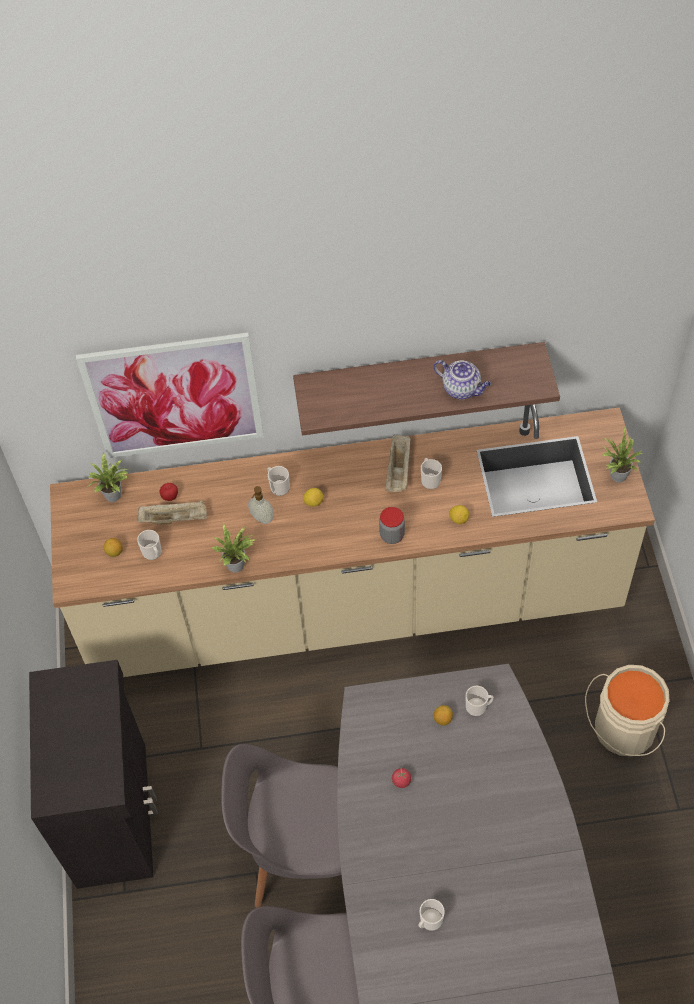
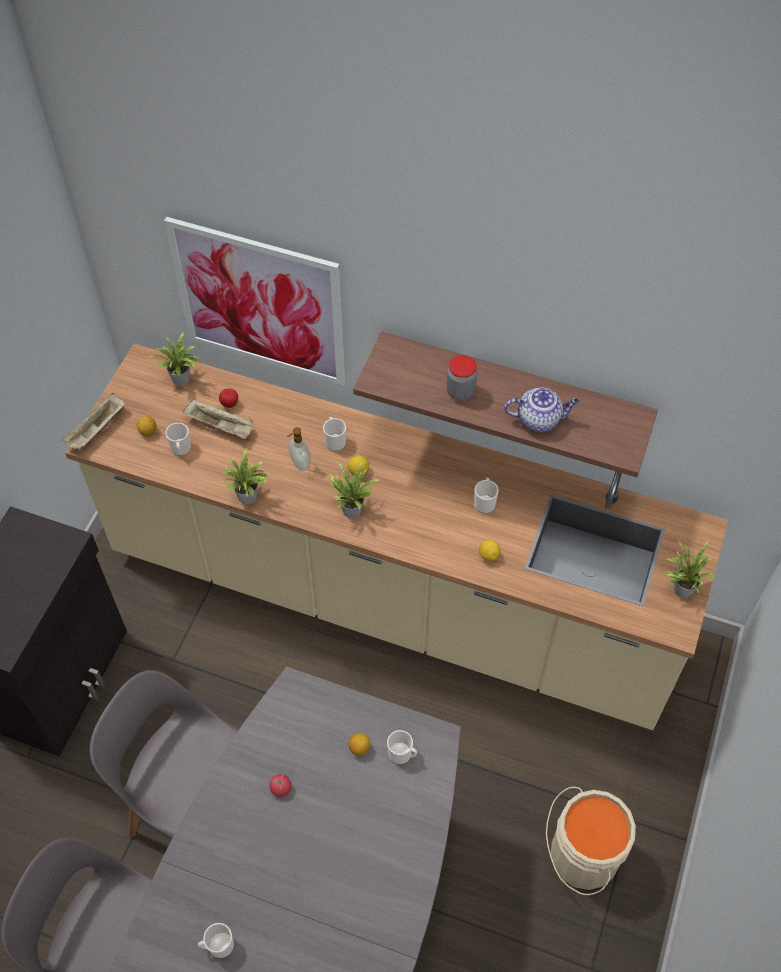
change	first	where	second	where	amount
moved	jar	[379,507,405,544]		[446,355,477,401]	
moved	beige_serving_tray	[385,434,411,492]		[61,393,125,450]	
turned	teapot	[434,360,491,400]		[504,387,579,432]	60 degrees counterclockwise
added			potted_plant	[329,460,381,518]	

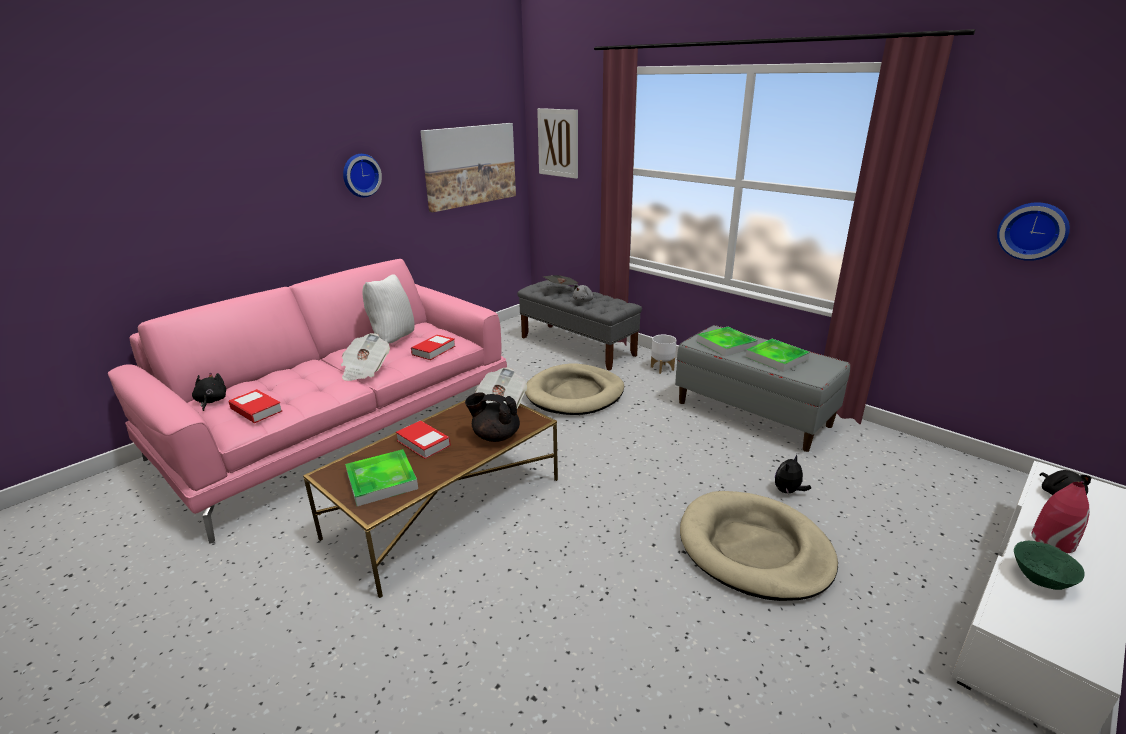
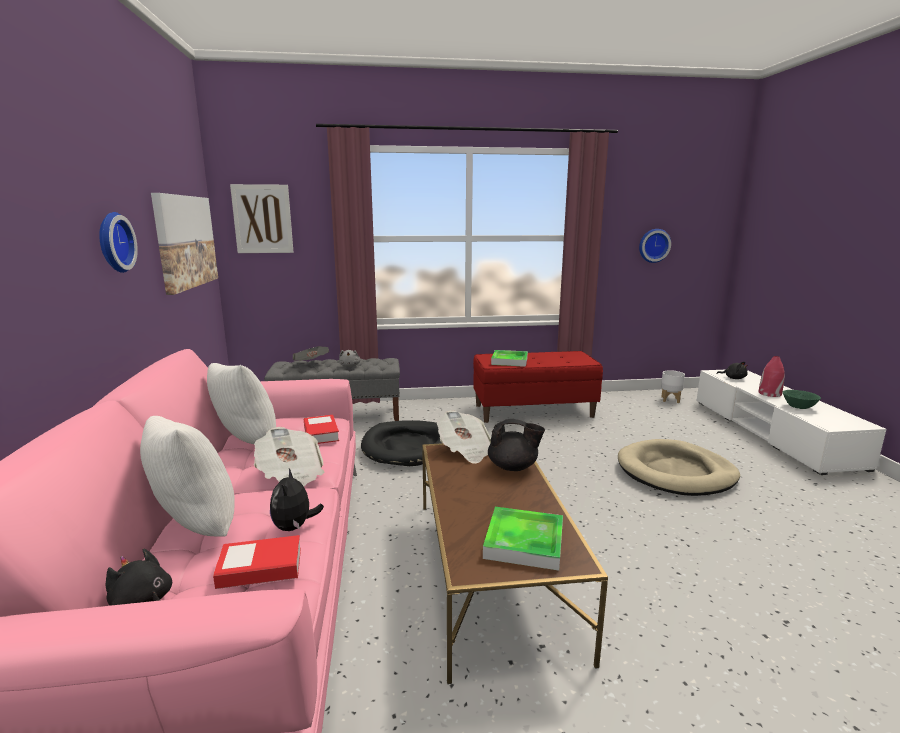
change	first	where	second	where	amount
removed	bound_book	[396,420,451,459]			
turned	black_teapot	[465,392,520,442]		[488,419,545,471]	135 degrees counterclockwise
recoloured	beige_dog_cushion	[525,363,624,415]	black_dog_cushion	[361,420,442,466]	
moved	whitish_plant_pot	[651,335,676,374]		[661,370,685,403]	
recoloured	grey_indoor_bench	[675,325,850,452]	red_indoor_bench	[473,351,603,423]	
removed	serving_tray	[746,339,810,372]			
moved	cuddly_toy	[775,454,811,495]		[270,469,324,531]	
added			whitish_pillow	[140,416,235,537]	

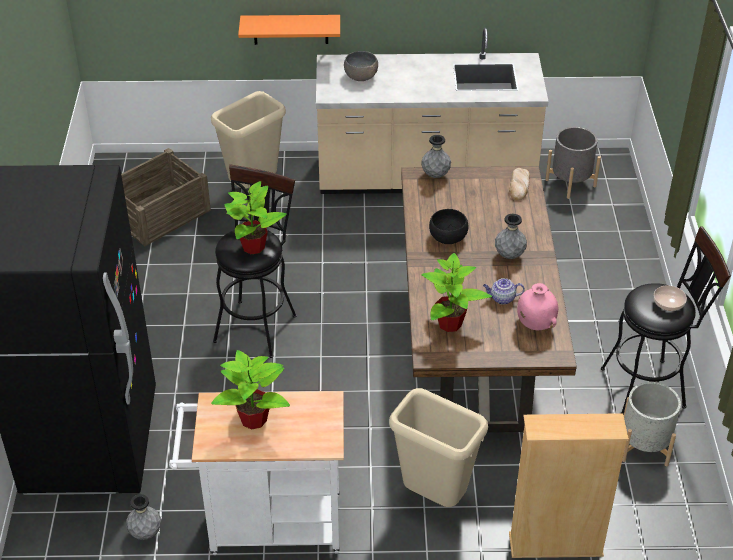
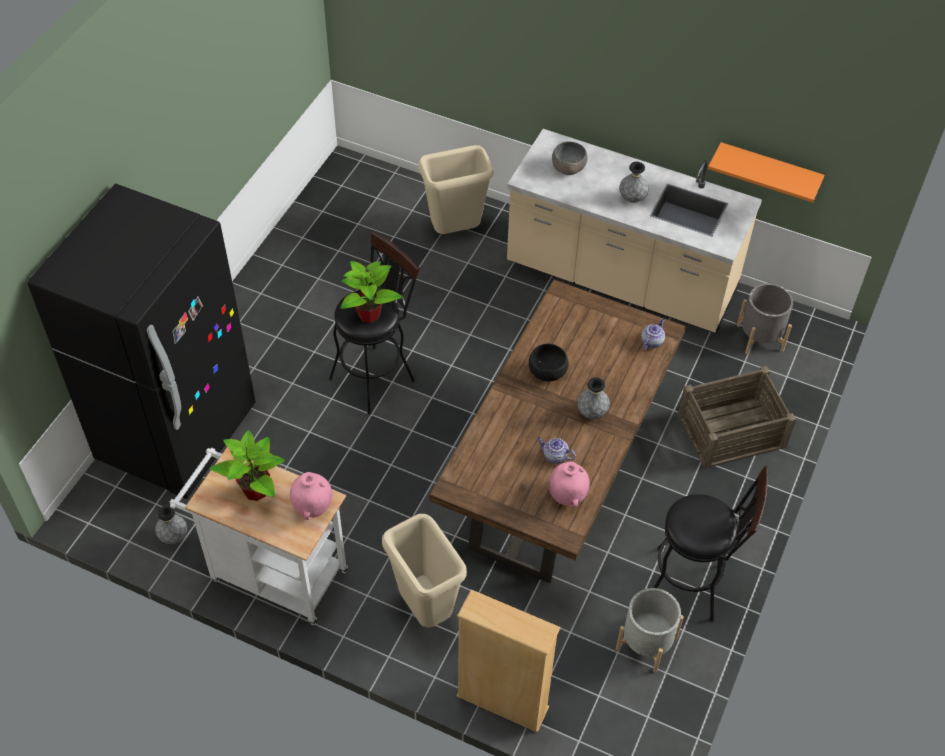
change	first	where	second	where	amount
moved	packing_crate	[121,148,211,246]		[678,366,796,469]	
moved	orange-coloured_wall_shelf	[238,15,340,45]		[708,142,824,203]	
moved	grey_flower_vase	[421,135,451,178]		[619,162,649,203]	
removed	potted_plant	[421,253,492,332]			
replaced	bread	[509,168,530,201]	teapot	[641,318,665,350]	
removed	deep_dish	[654,285,687,311]			
added			pink_flower_vase	[290,472,332,520]	

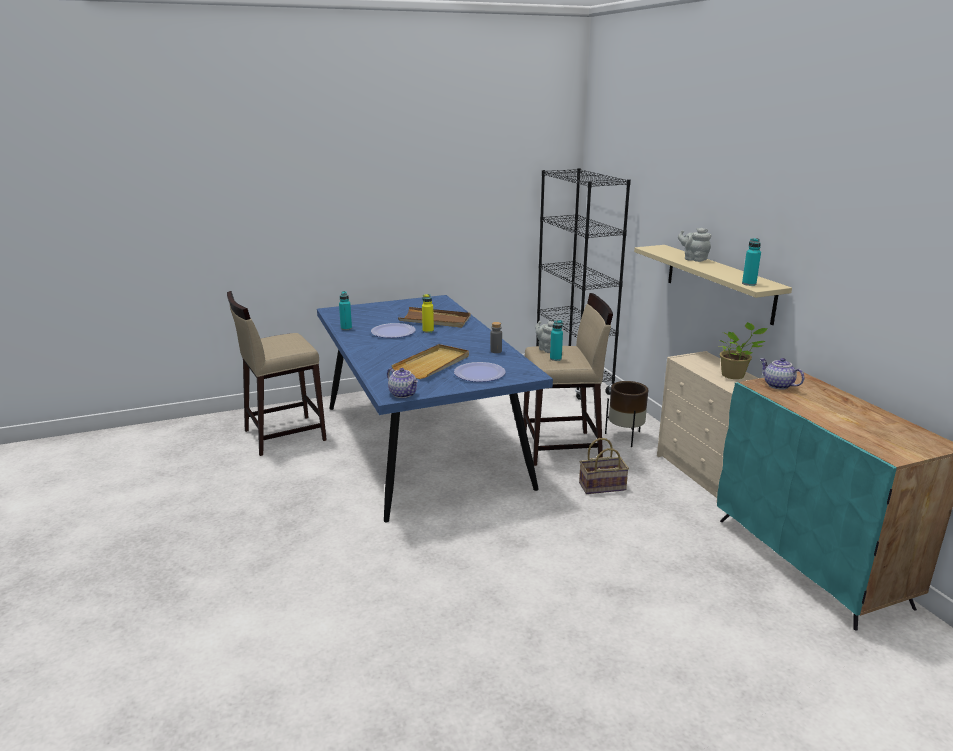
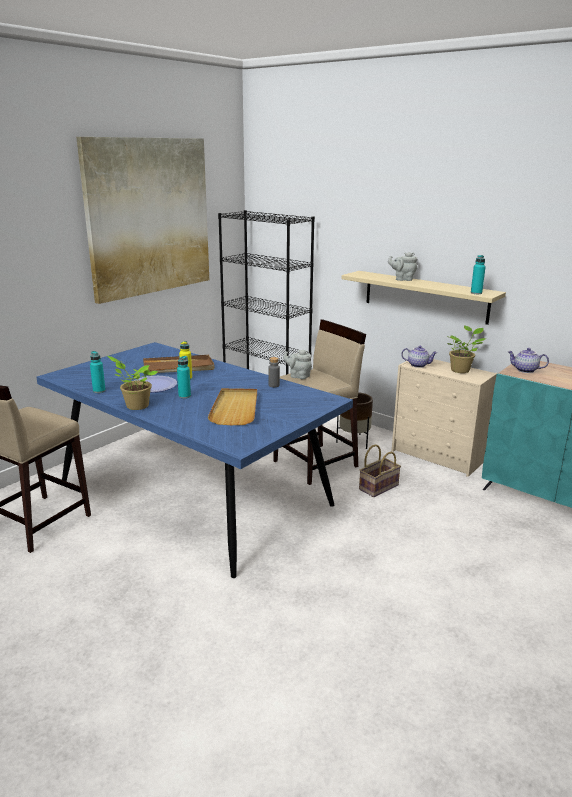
change	first	where	second	where	amount
moved	teapot	[387,368,418,398]		[401,346,437,368]	
removed	plate	[454,362,506,382]			
moved	turquoise-coloured_drink_bottle	[550,320,563,361]		[177,356,191,399]	
added			picture	[76,137,209,304]	
added			potted_plant	[107,356,158,410]	

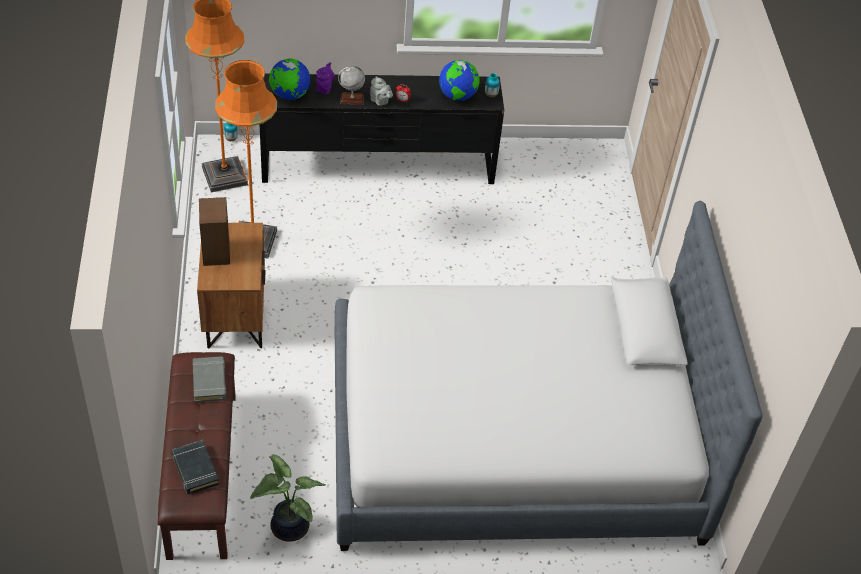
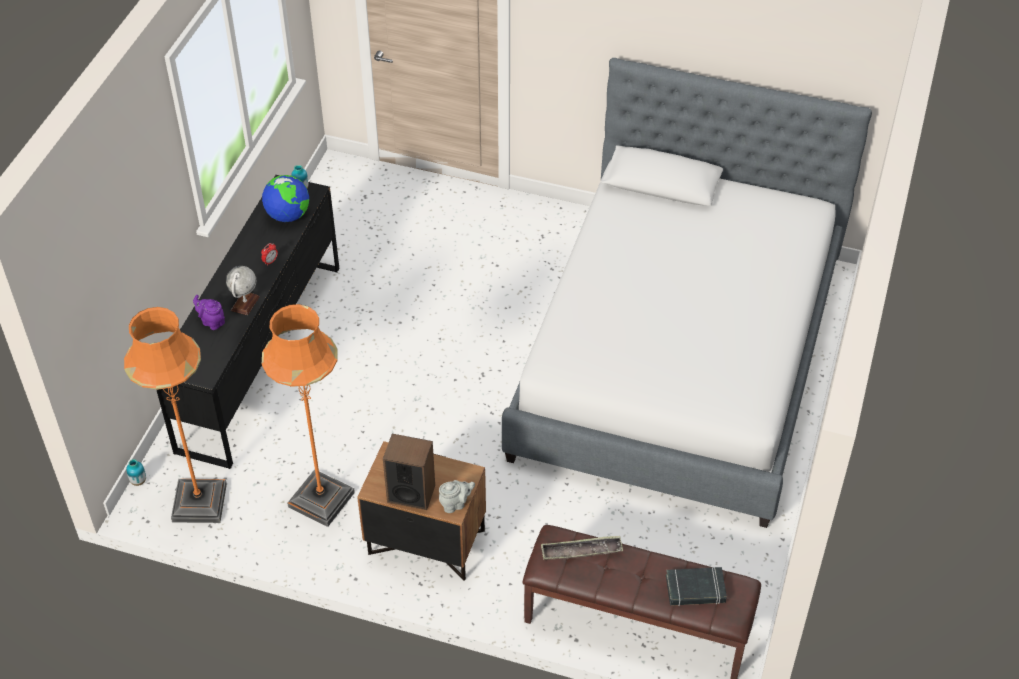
change	first	where	second	where	amount
replaced	grey_bound_book	[193,356,226,402]	serving_tray	[541,536,623,560]	
removed	potted_plant	[250,454,326,542]			
removed	globe	[269,58,310,100]			
moved	grey_teapot	[370,76,393,106]		[439,480,475,513]	

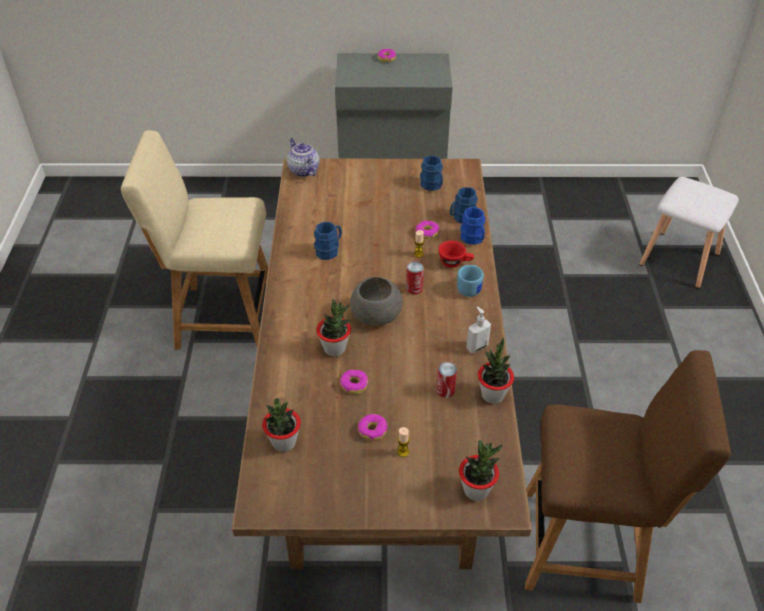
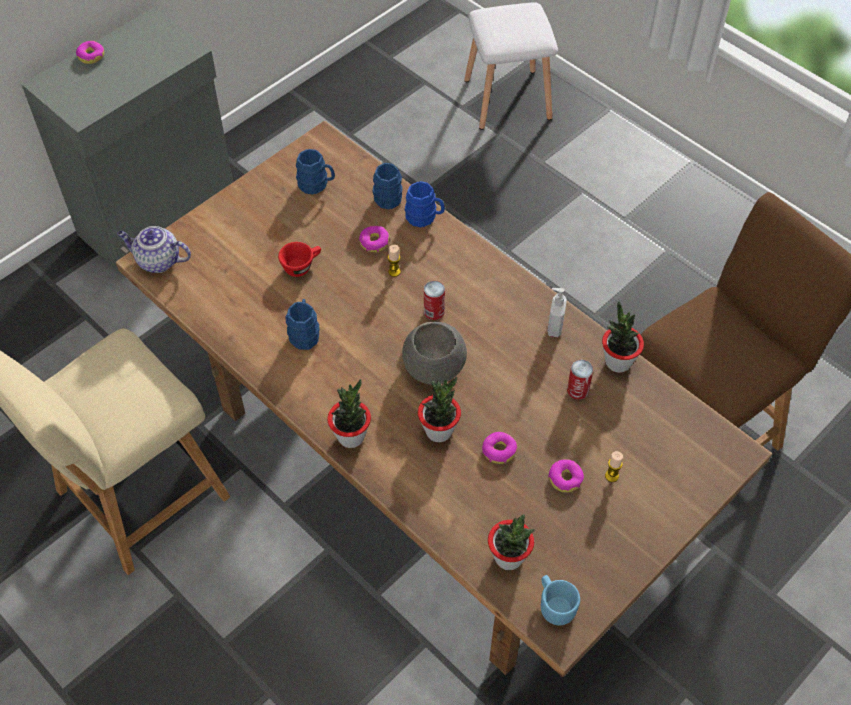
change	first	where	second	where	amount
moved	red_drinking_cup	[438,241,474,268]		[278,242,321,277]	
moved	bluish_coffee_mug	[457,265,484,297]		[541,575,580,625]	
moved	potted_plant	[459,440,503,501]		[328,379,371,448]	

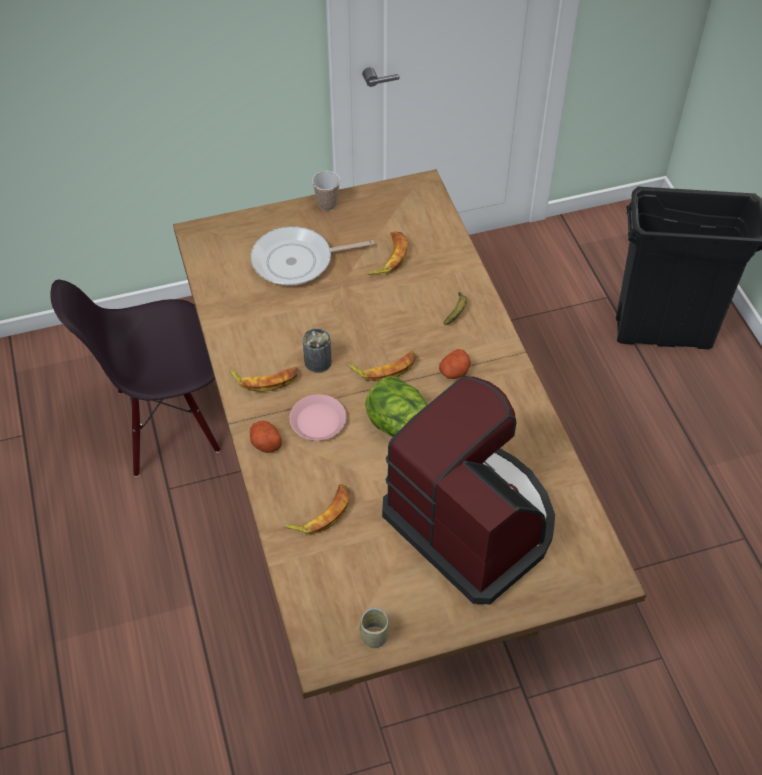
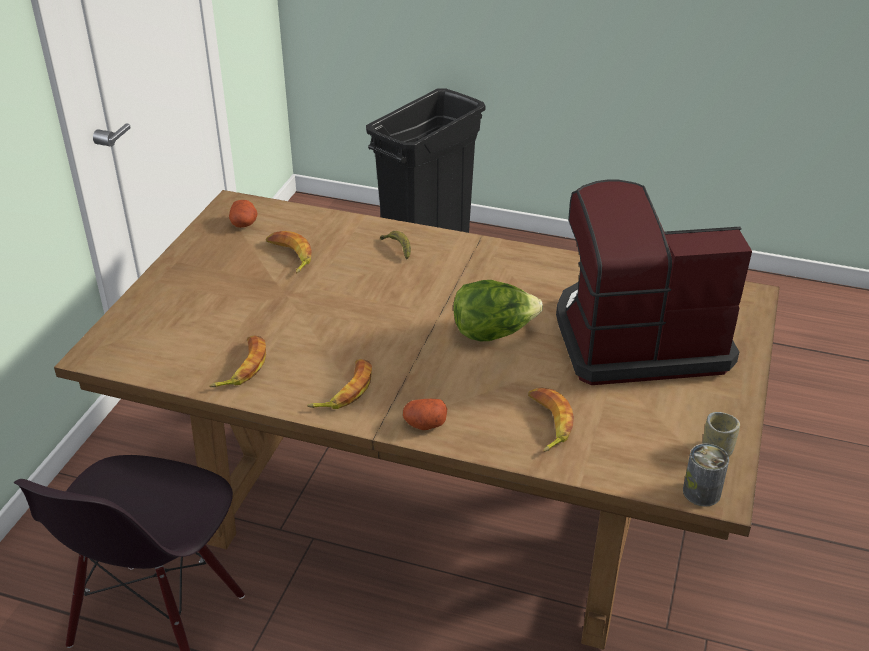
change	first	where	second	where	amount
removed	skillet	[250,226,374,286]			
removed	pink_plate	[290,394,346,441]			
moved	metal_can	[303,328,332,373]		[683,443,729,507]	
removed	drinking_cup	[312,171,340,211]			
moved	whole_banana	[347,351,417,381]		[210,336,266,387]	
moved	whole_potato	[439,349,471,379]		[229,200,257,228]	

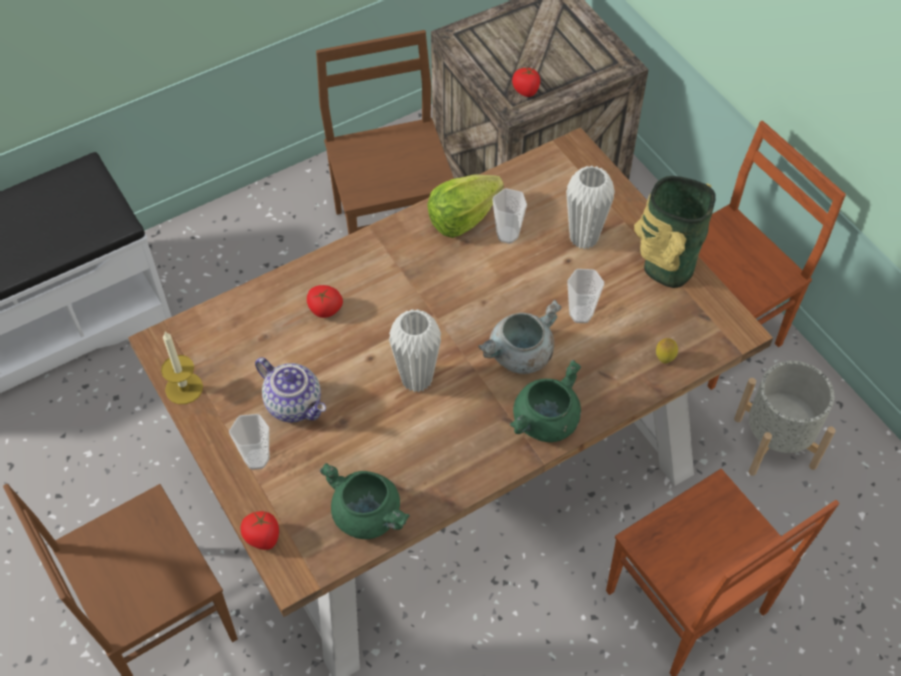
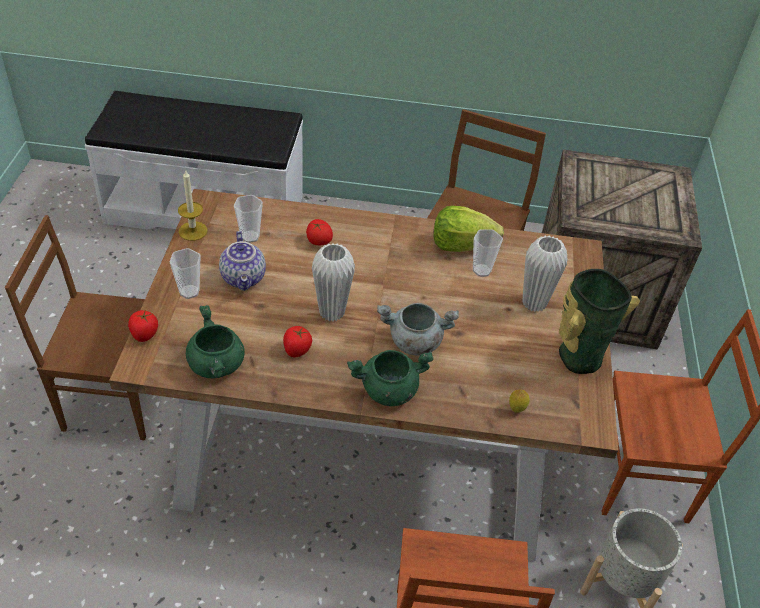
change	first	where	second	where	amount
moved	fresh_tomato	[512,67,540,97]		[283,326,312,357]	
moved	drinking_cup	[567,269,604,323]		[234,195,263,243]	

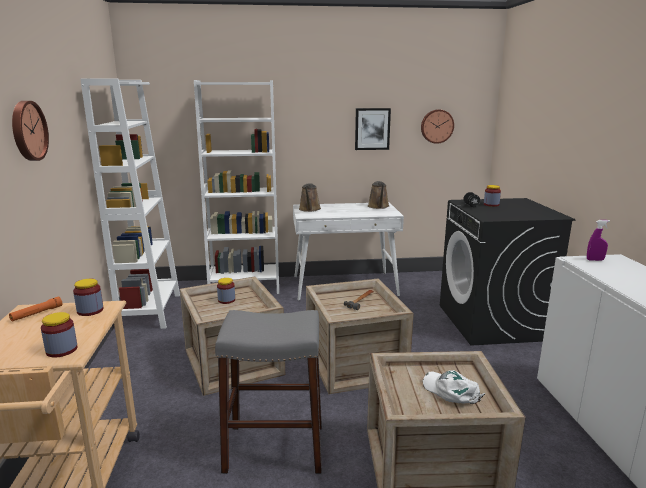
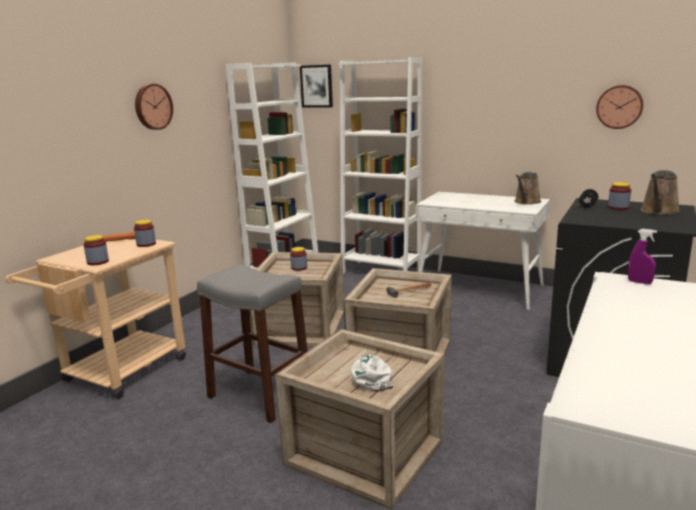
change	first	where	second	where	amount
moved	brownish_watering_can	[299,183,321,212]		[640,170,680,215]	
moved	picture	[355,108,391,150]		[300,65,333,107]	

